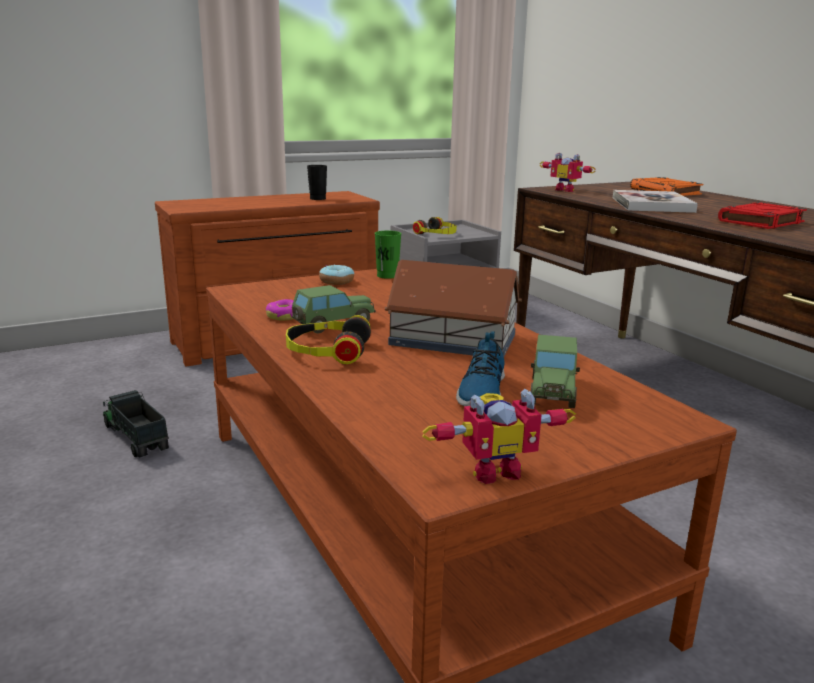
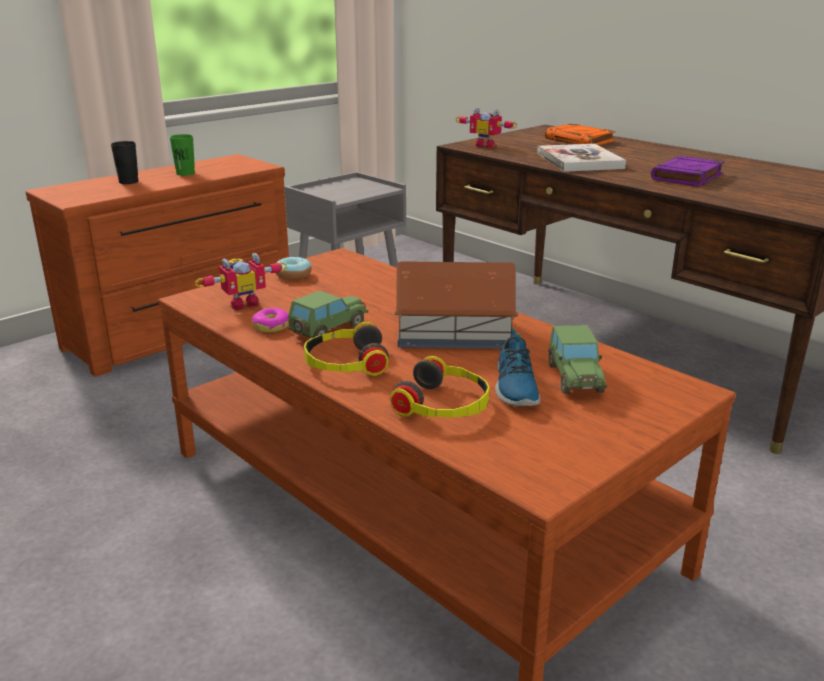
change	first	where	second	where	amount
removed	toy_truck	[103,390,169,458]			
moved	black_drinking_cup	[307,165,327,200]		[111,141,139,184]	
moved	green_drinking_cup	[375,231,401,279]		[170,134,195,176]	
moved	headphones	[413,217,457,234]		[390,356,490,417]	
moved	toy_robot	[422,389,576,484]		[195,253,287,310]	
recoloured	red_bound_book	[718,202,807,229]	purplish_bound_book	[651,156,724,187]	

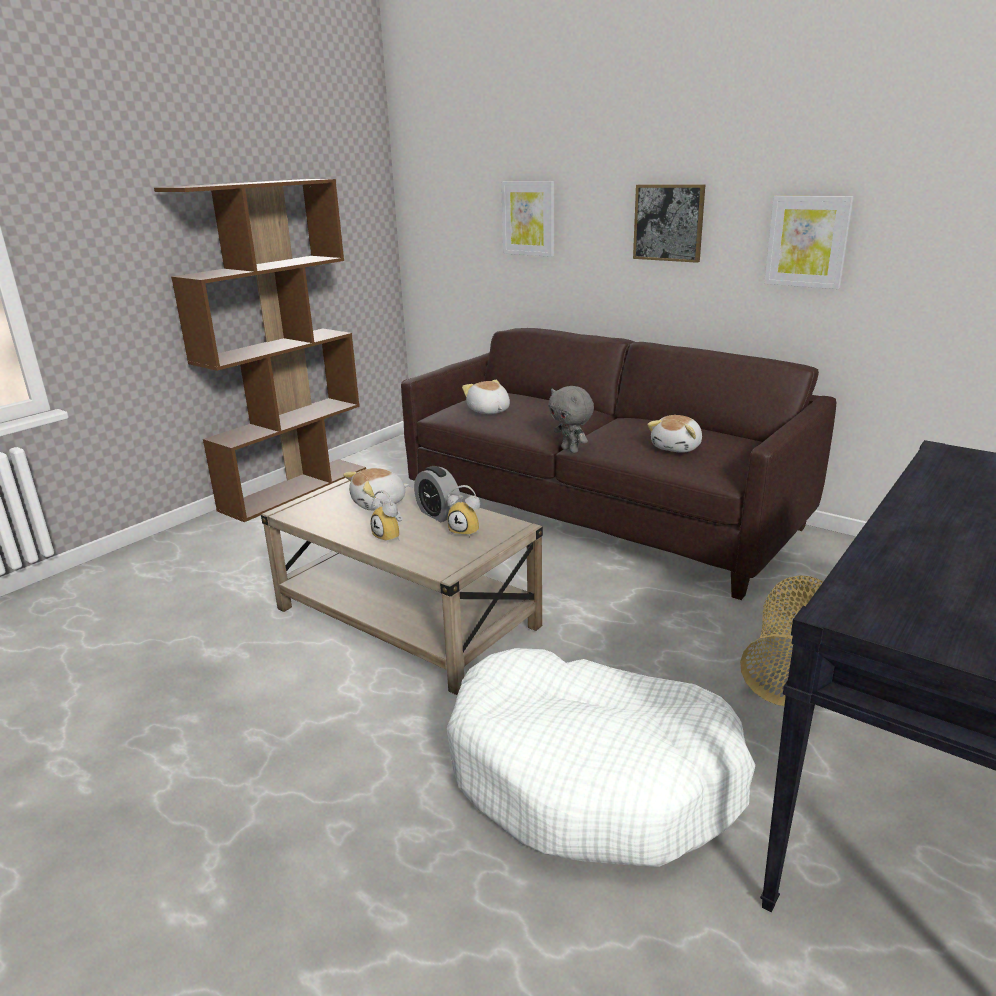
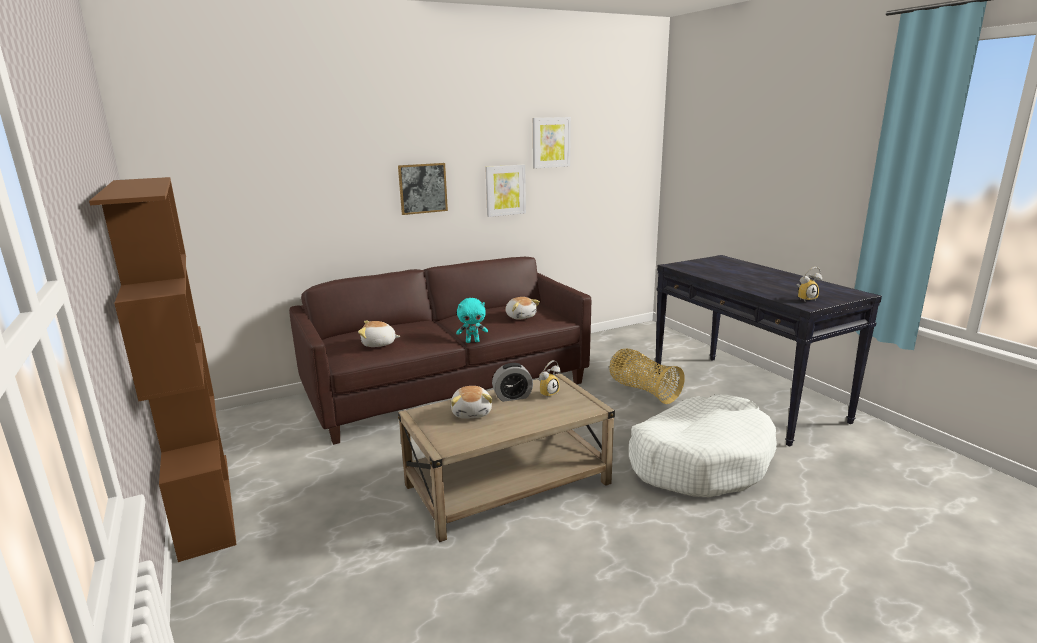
change	first	where	second	where	amount
moved	alarm_clock	[370,490,403,544]		[797,267,822,301]	
moved	picture	[501,181,554,257]		[533,117,571,168]	
recoloured	grey_cuddly_toy	[548,386,594,453]	turquoise-coloured_cuddly_toy	[456,298,488,343]	

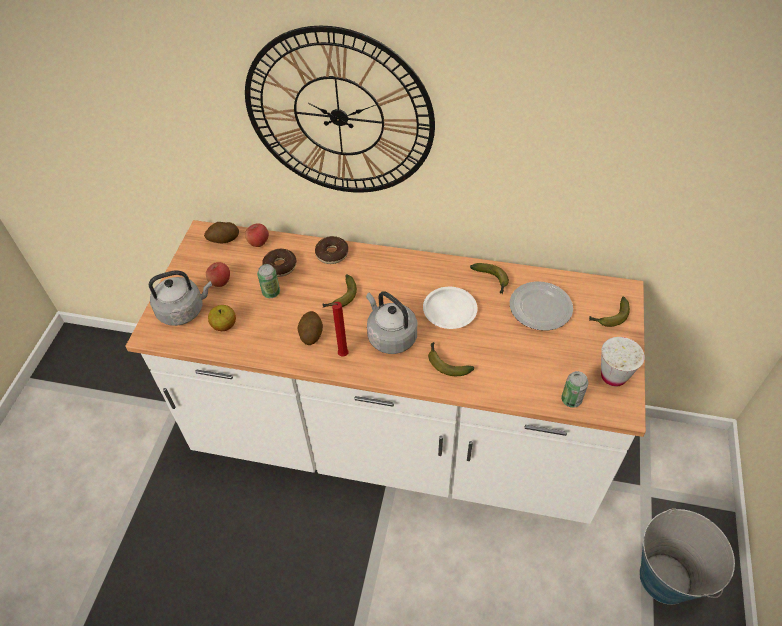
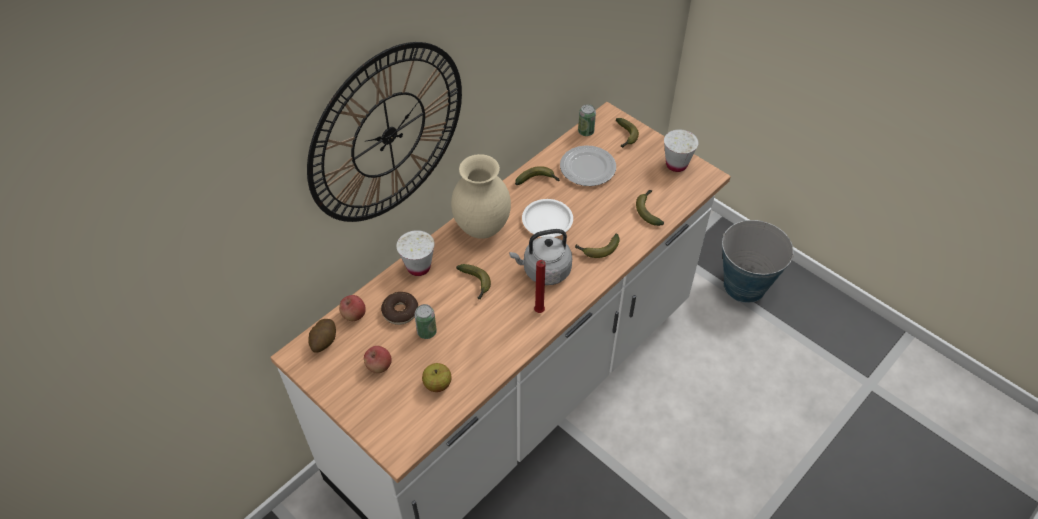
change	first	where	second	where	amount
removed	grey_tea_kettle	[149,270,212,326]			
removed	whole_potato	[297,311,323,345]			
replaced	doughnut	[315,236,348,264]	whitish_drinking_cup	[397,230,435,276]	
moved	metal_can	[561,371,588,408]		[578,104,596,136]	
added			beige_flower_vase	[451,154,511,239]	
added			whole_banana	[636,190,664,226]	

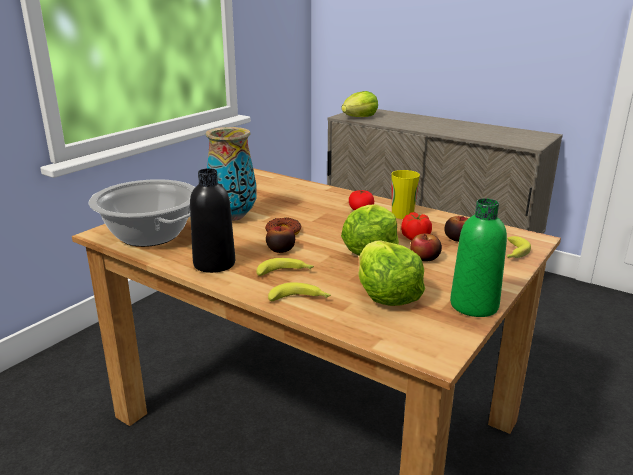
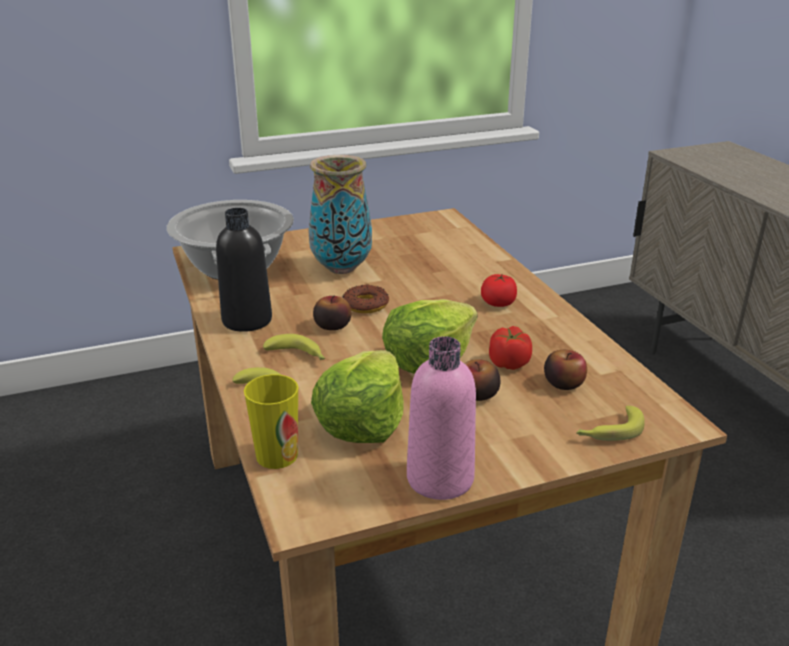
change	first	where	second	where	amount
removed	head_of_lettuce	[341,91,378,117]			
moved	drinking_cup	[391,170,420,219]		[244,374,299,469]	
recoloured	green_drink_bottle	[450,198,507,317]	pink_drink_bottle	[407,336,476,500]	

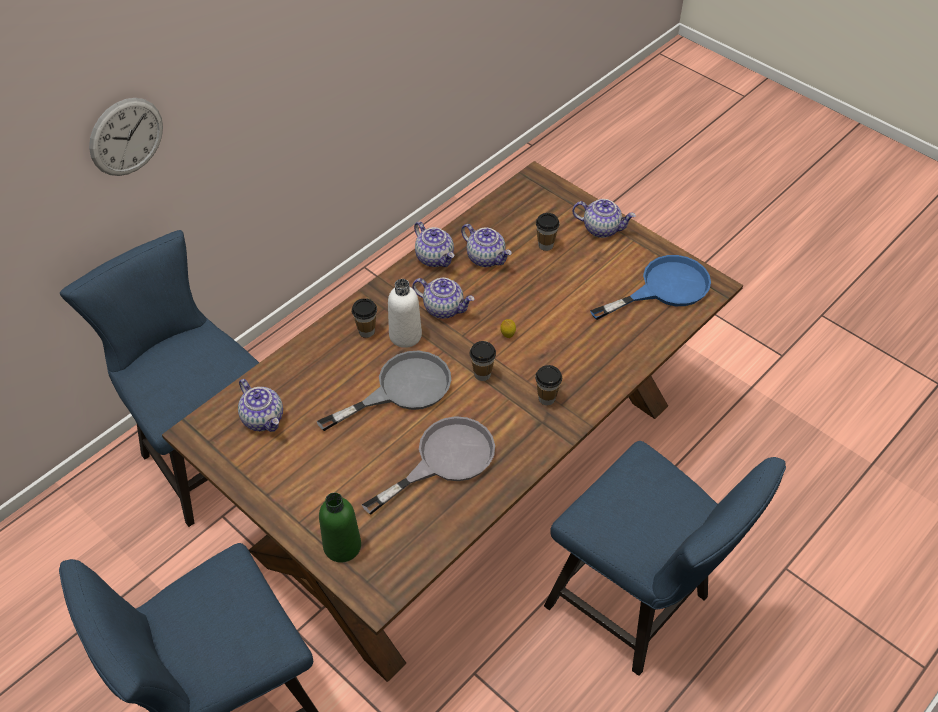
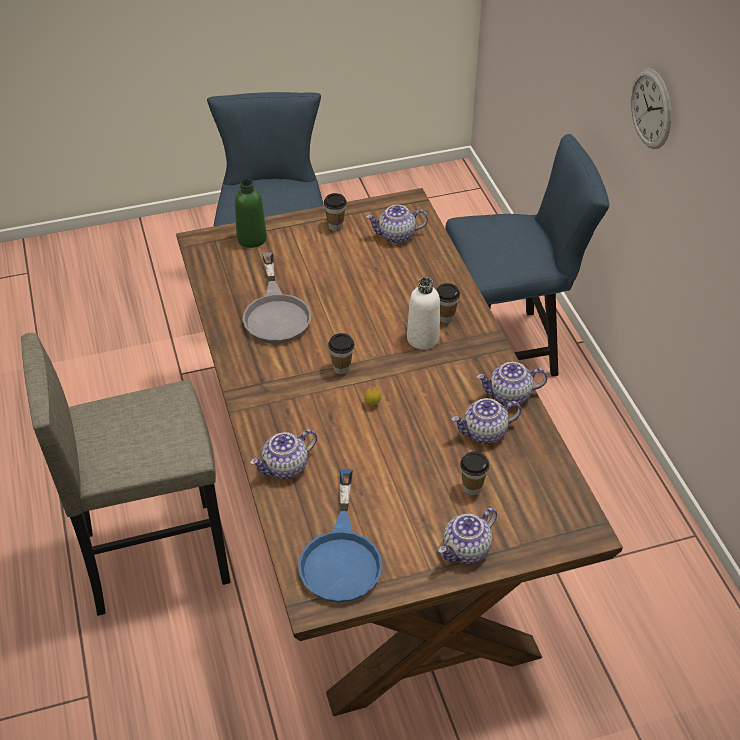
change	first	where	second	where	amount
removed	grey_skillet	[317,350,451,431]			
moved	teapot	[412,278,474,319]		[250,429,317,479]	
moved	drinking_cup	[535,365,562,405]		[324,193,347,231]	
replaced	bluish_plain_chair	[544,441,786,676]	grey_stool_seat	[21,333,231,616]	

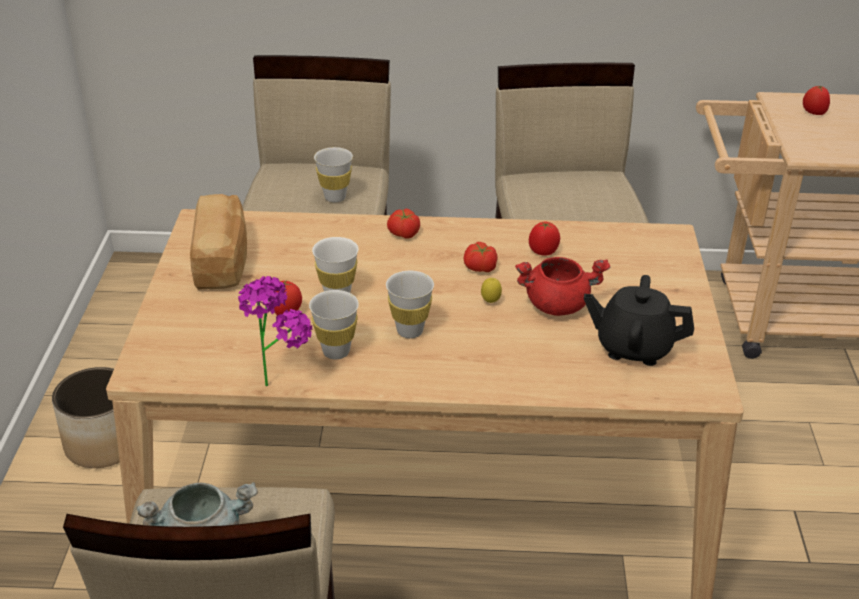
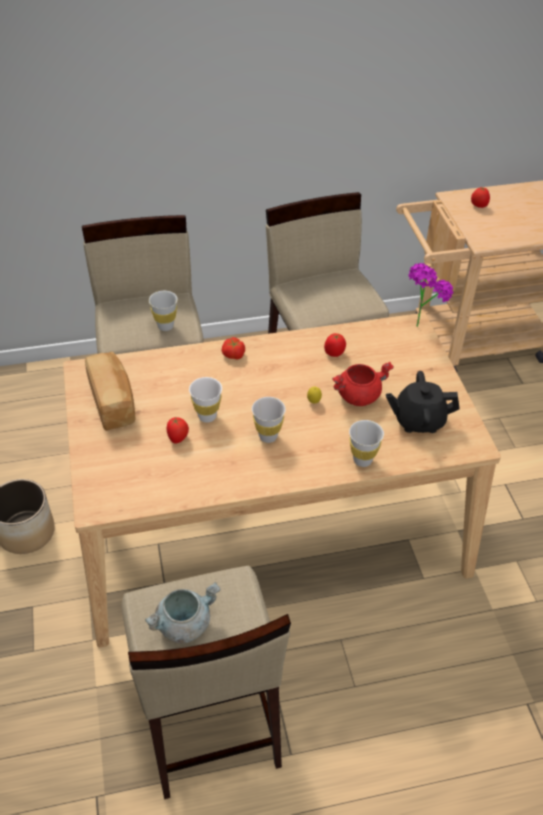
change	first	where	second	where	amount
moved	potted_plant	[238,276,313,386]		[408,263,453,327]	
moved	whitish_drinking_cup	[309,290,359,360]		[349,420,384,467]	
removed	fresh_tomato	[464,242,498,272]			

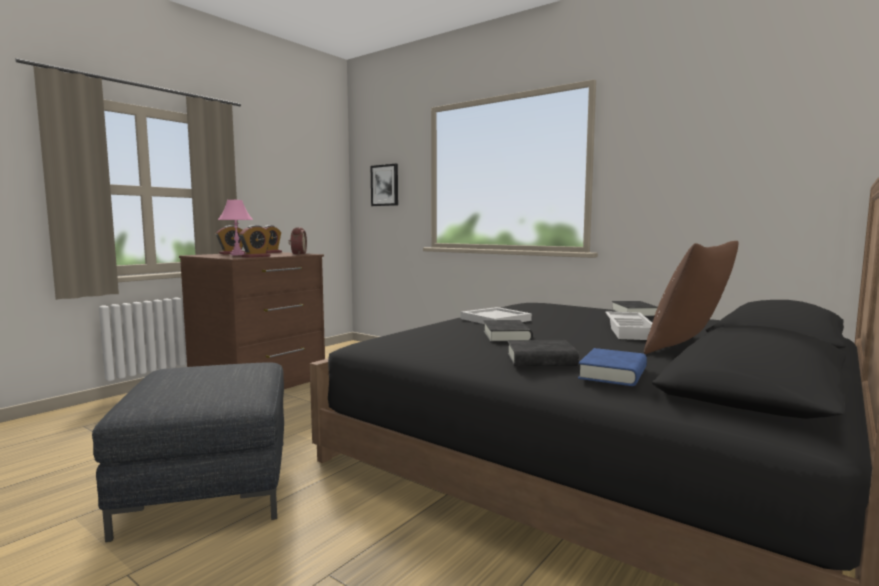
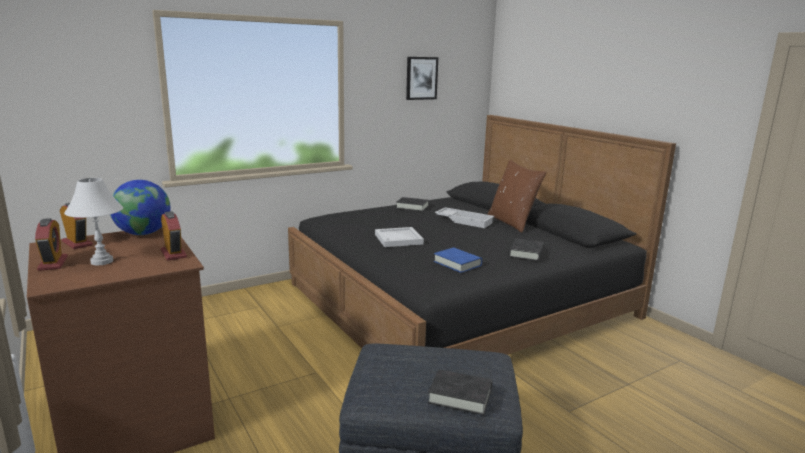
change	first	where	second	where	amount
recoloured	pink_tabletop_lamp	[218,199,253,255]	whitish_tabletop_lamp	[64,178,123,265]	
replaced	alarm_clock	[289,227,307,254]	globe	[110,180,170,235]	
moved	picture	[371,164,398,206]		[406,57,438,100]	
moved	black_bound_book	[483,320,533,343]		[428,369,492,415]	
moved	bluish_bound_book	[578,348,647,386]		[434,247,482,273]	

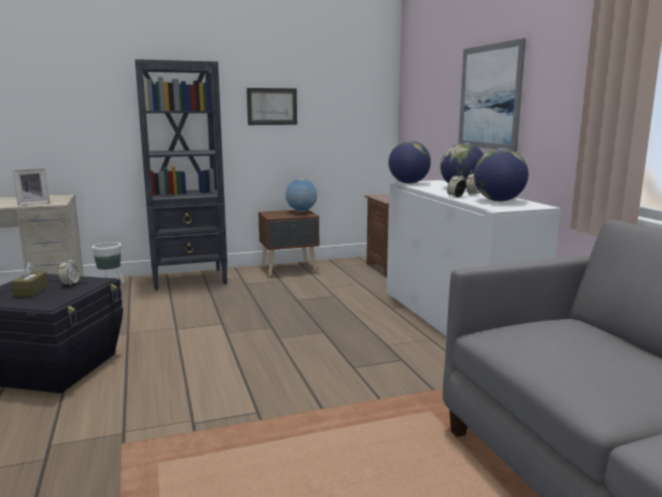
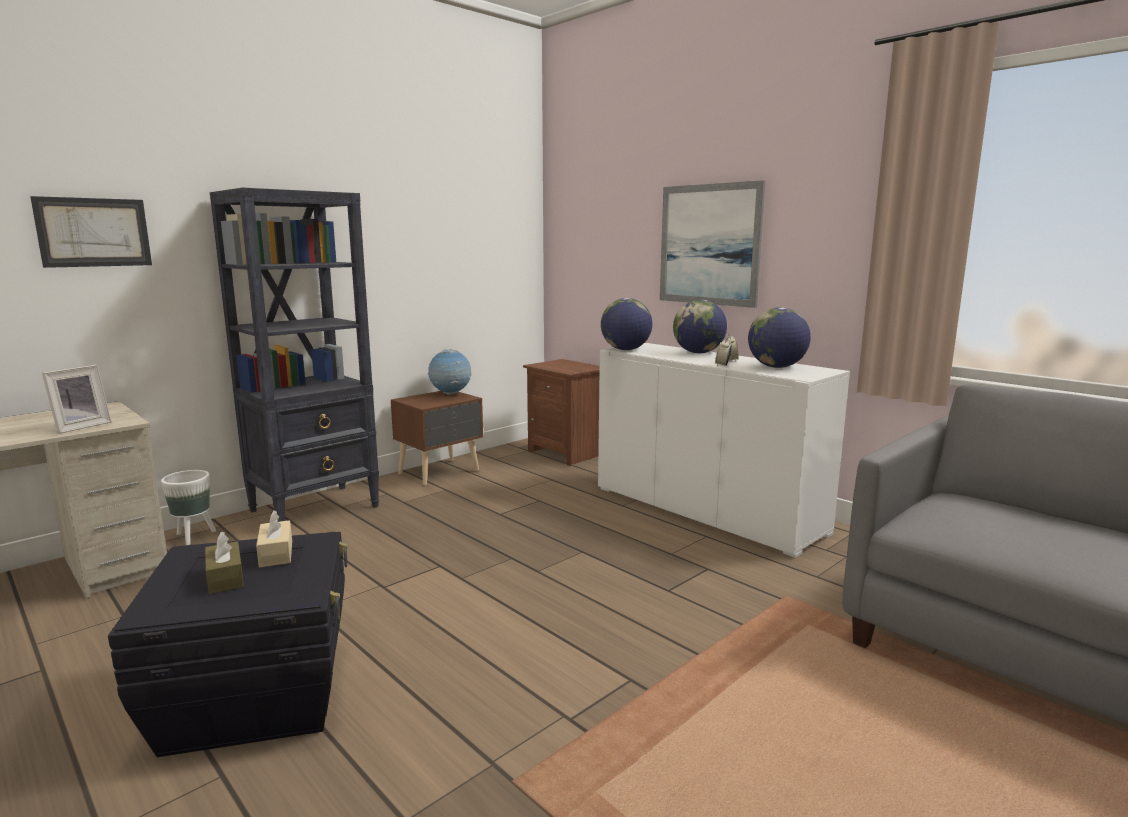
change	first	where	second	where	amount
replaced	alarm_clock	[58,257,80,286]	beige_tissue_box	[256,510,292,567]	
moved	picture	[247,88,297,125]		[30,196,152,268]	

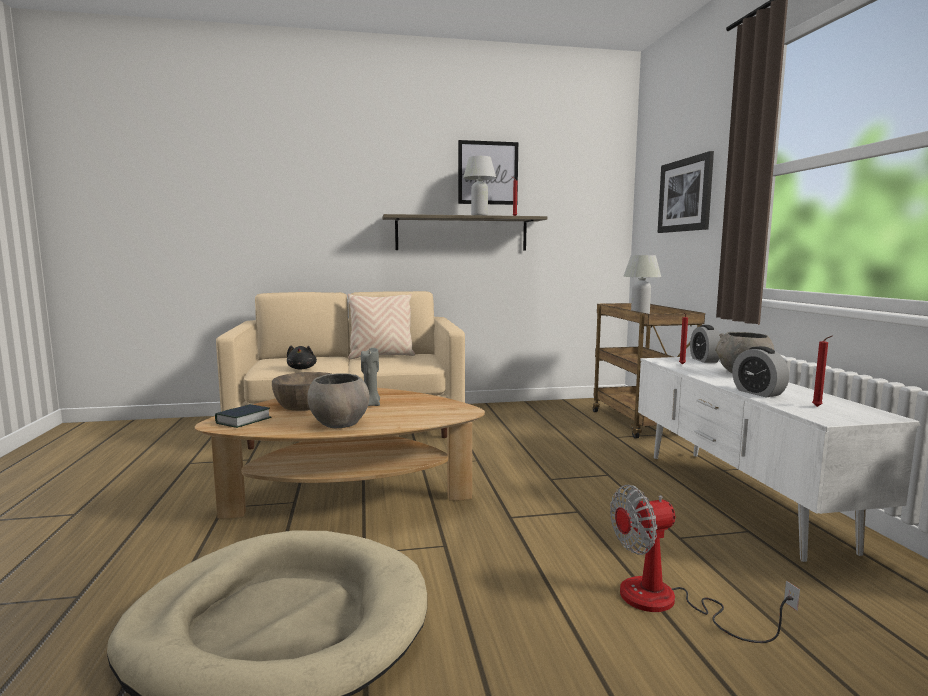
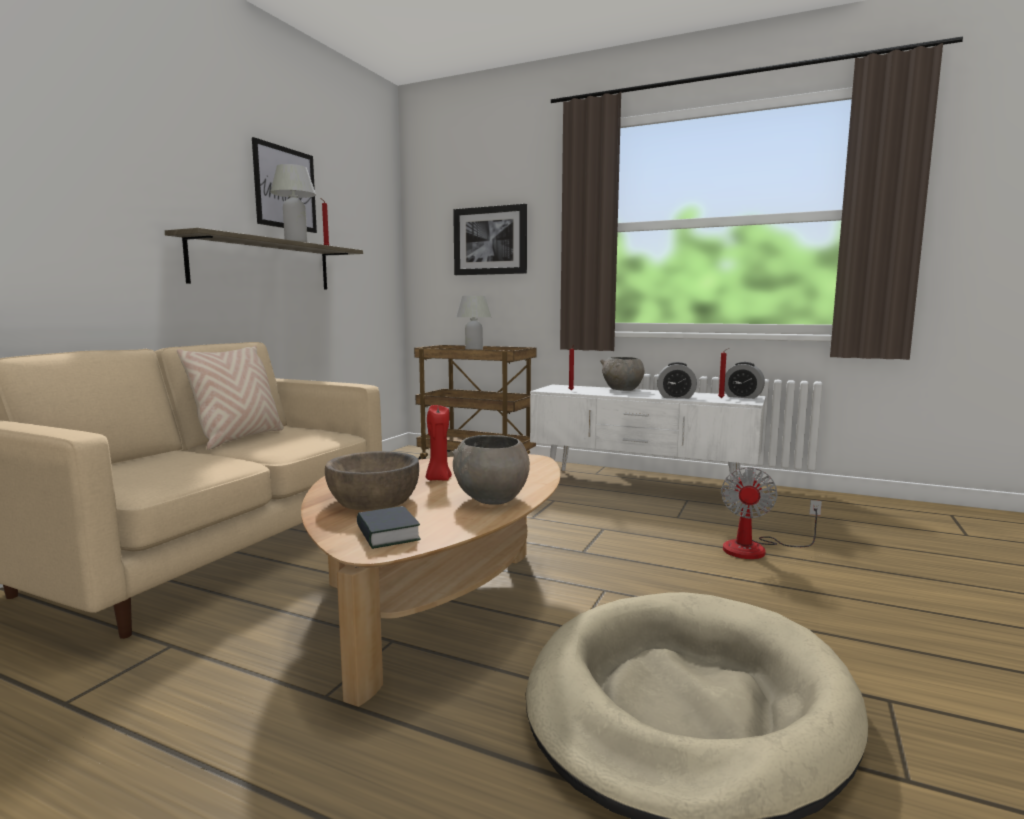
change	first	where	second	where	amount
removed	black_cuddly_toy	[287,346,317,369]			
recoloured	grey_wax_light	[361,348,380,406]	red_wax_light	[426,405,452,481]	
moved	alarm_clock	[690,325,720,363]		[724,362,765,399]	

